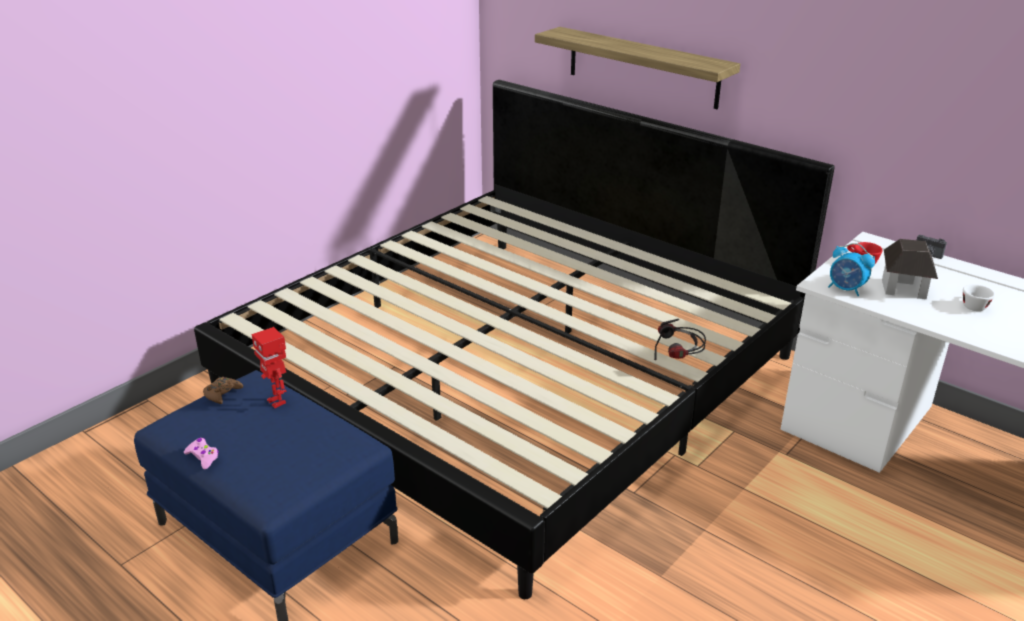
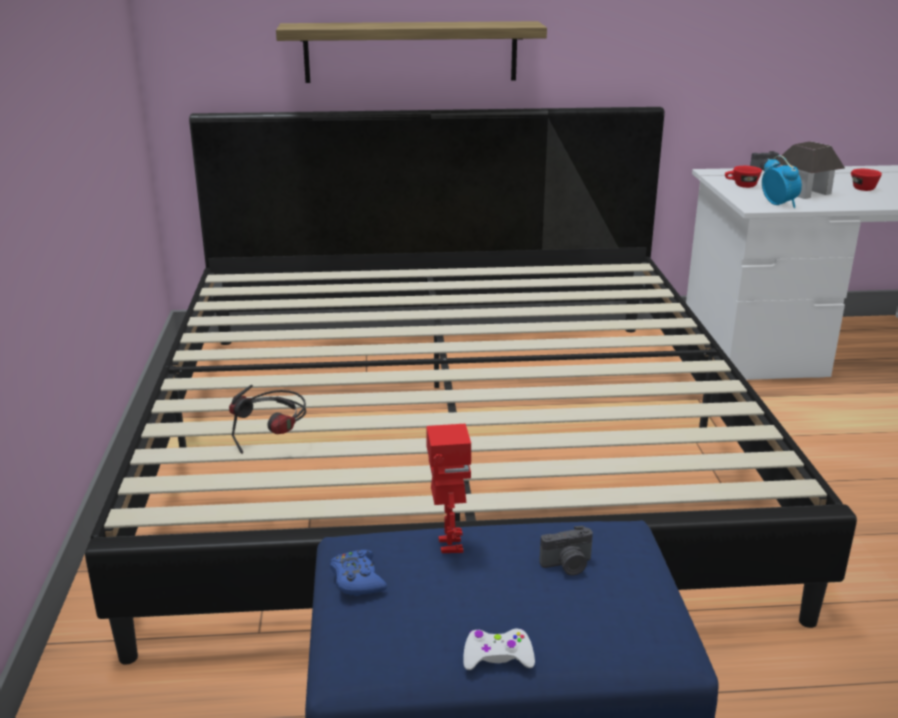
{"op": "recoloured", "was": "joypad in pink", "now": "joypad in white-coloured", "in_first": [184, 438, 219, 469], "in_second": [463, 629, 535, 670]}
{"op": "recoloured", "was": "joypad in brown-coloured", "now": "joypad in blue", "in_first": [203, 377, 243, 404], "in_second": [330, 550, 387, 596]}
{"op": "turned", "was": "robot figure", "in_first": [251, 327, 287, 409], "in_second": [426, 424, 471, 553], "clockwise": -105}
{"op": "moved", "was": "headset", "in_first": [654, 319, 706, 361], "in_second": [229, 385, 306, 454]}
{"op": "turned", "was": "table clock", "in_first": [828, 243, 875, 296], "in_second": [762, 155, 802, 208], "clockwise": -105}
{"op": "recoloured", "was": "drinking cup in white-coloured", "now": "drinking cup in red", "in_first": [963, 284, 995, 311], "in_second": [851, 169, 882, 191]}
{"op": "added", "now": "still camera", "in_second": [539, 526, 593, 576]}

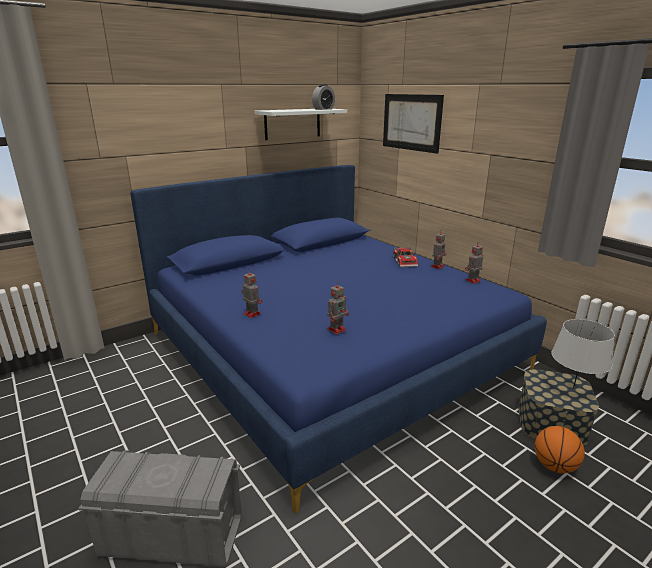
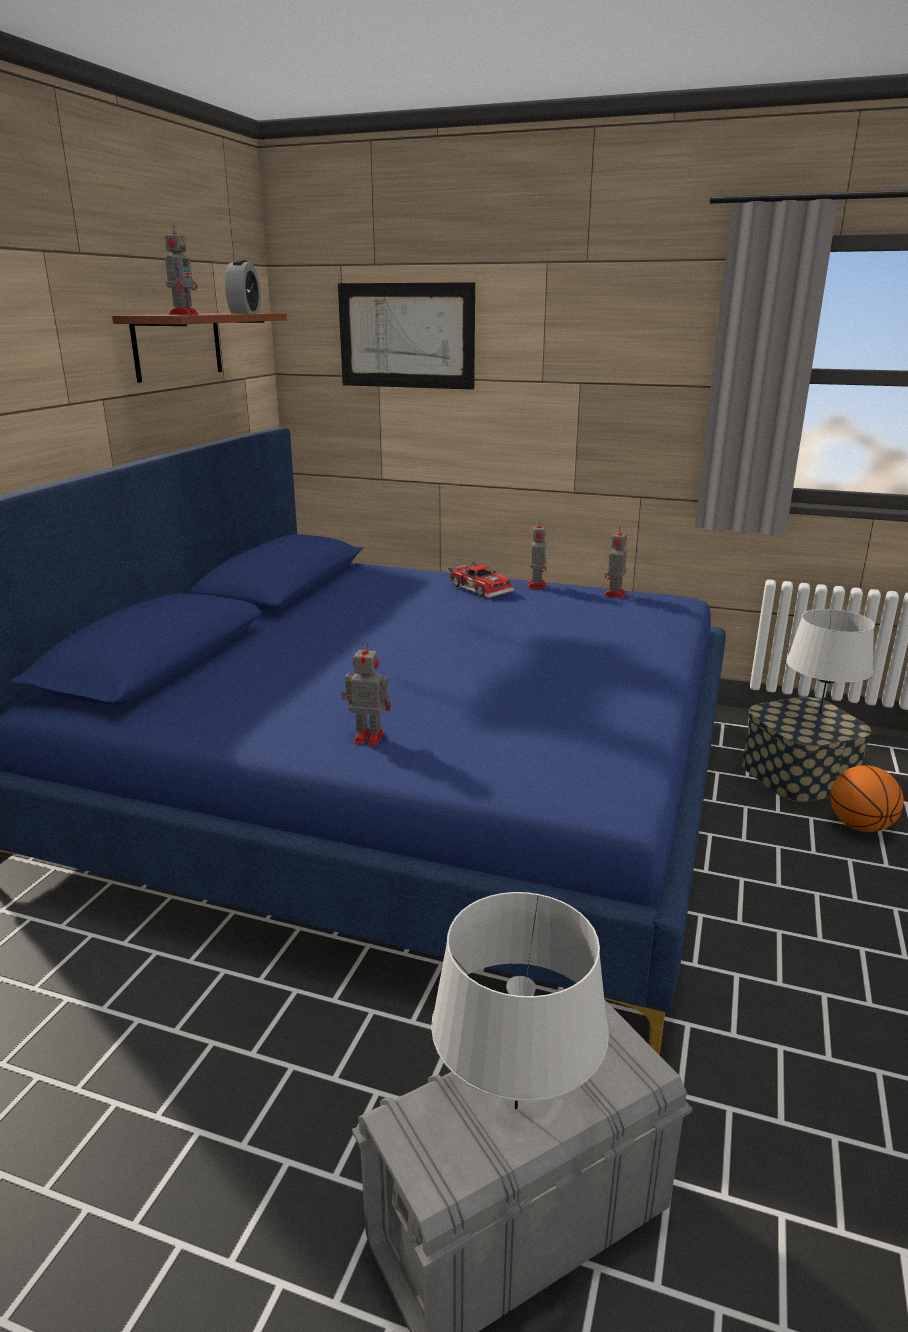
{"op": "recoloured", "was": "wall shelf in white-coloured", "now": "wall shelf in brown-coloured", "in_first": [254, 109, 347, 140], "in_second": [112, 313, 287, 383]}
{"op": "moved", "was": "robot figure", "in_first": [327, 281, 349, 335], "in_second": [165, 223, 198, 315]}
{"op": "added", "now": "lamp for a table in gray", "in_second": [431, 892, 609, 1109]}

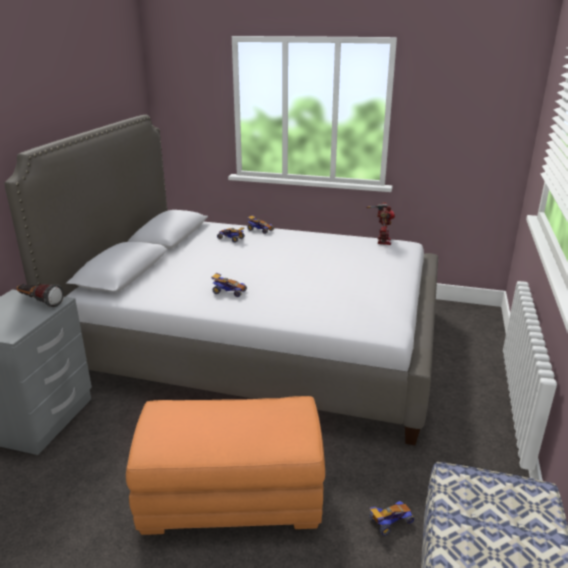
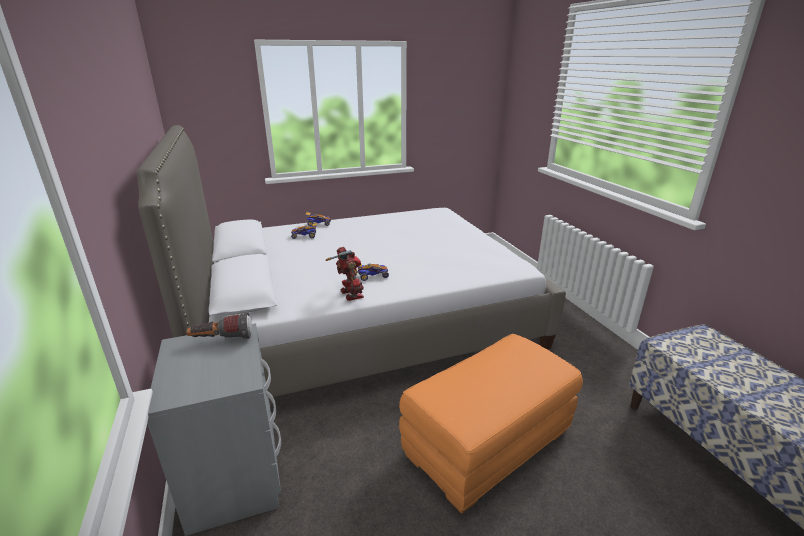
{"op": "moved", "was": "robot figure", "in_first": [367, 202, 395, 245], "in_second": [326, 247, 364, 301]}
{"op": "removed", "was": "miniature car", "in_first": [369, 501, 414, 536]}

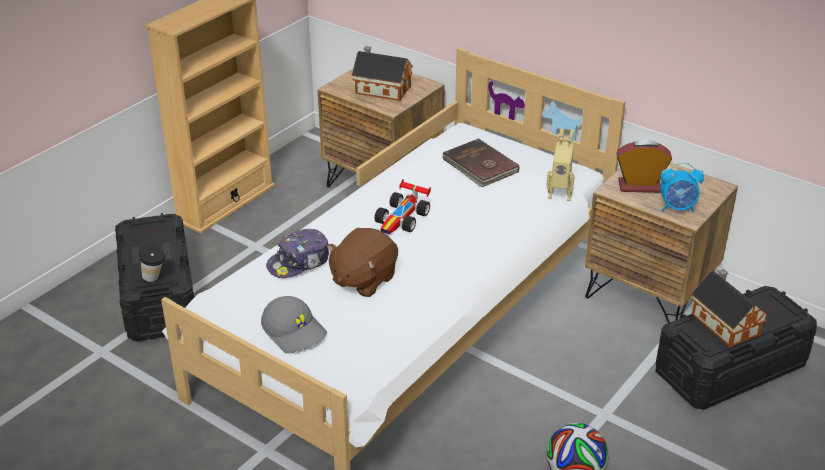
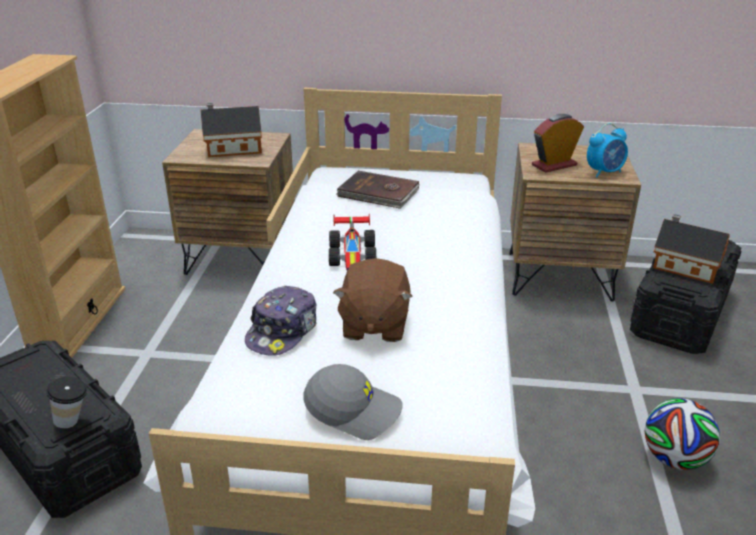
{"op": "removed", "was": "robot figure", "in_first": [546, 129, 575, 201]}

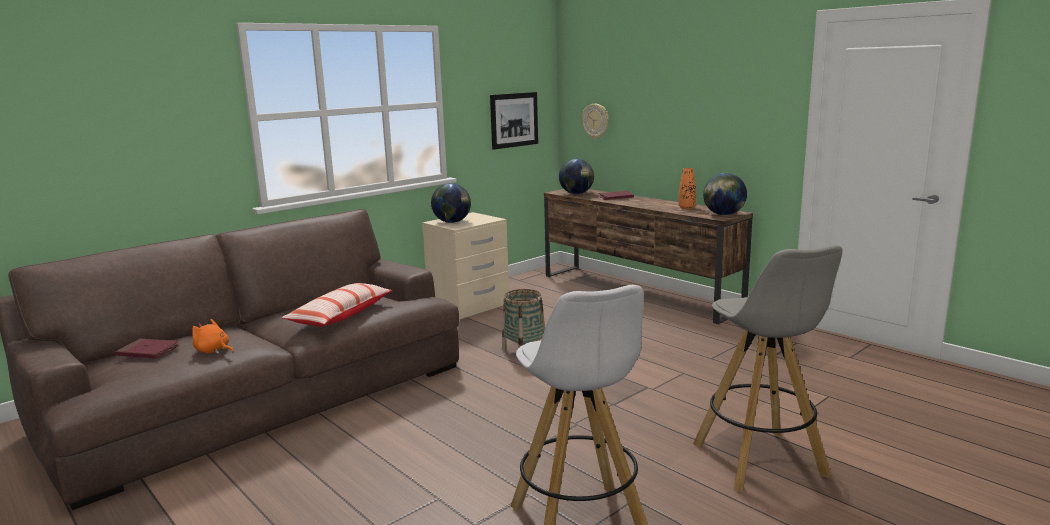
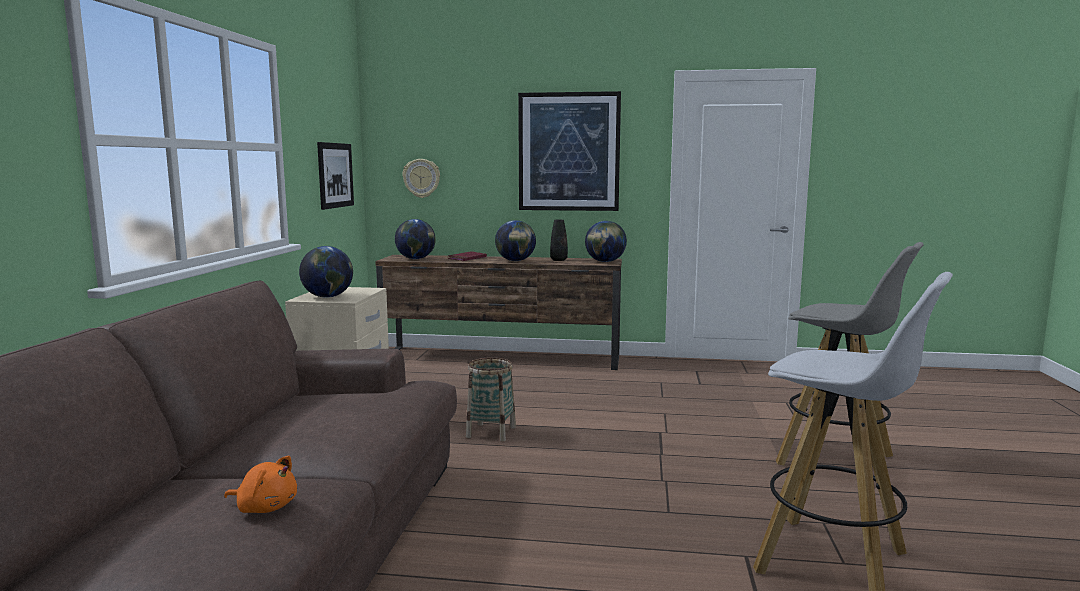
{"op": "removed", "was": "bound book in red", "in_first": [115, 338, 180, 359]}
{"op": "turned", "was": "cuddly toy in orange-coloured", "in_first": [192, 319, 234, 354], "in_second": [224, 456, 297, 513], "clockwise": -150}
{"op": "removed", "was": "throw pillow", "in_first": [282, 283, 392, 327]}
{"op": "recoloured", "was": "decorative vase in orange-coloured", "now": "decorative vase in black", "in_first": [678, 168, 696, 209], "in_second": [550, 220, 568, 261]}
{"op": "added", "now": "globe", "in_second": [495, 220, 536, 261]}
{"op": "added", "now": "wall picture", "in_second": [518, 91, 621, 211]}

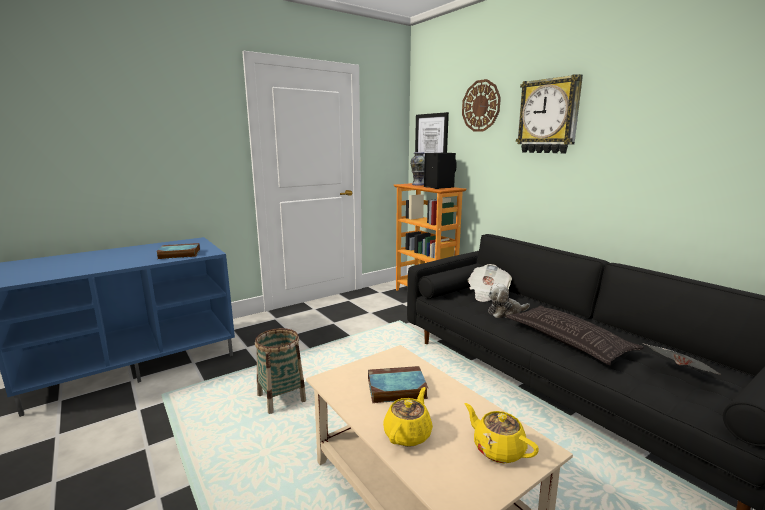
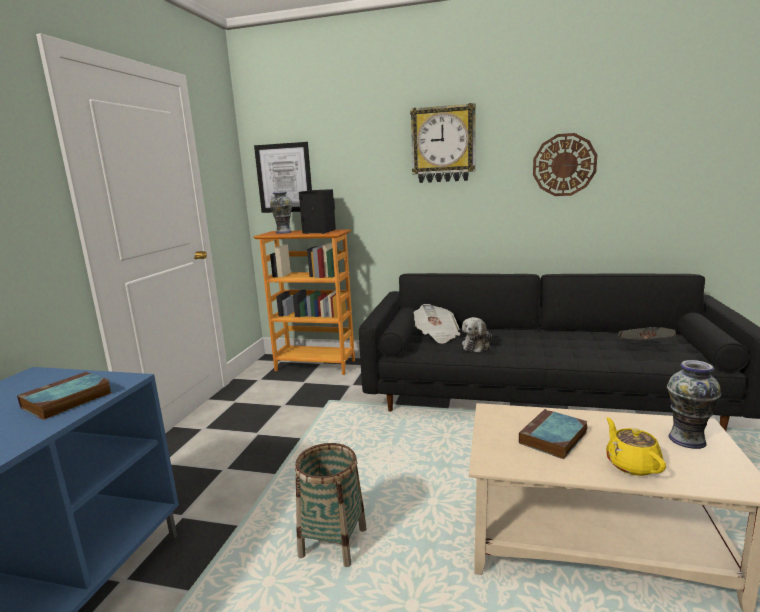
{"op": "moved", "was": "hanging clock", "in_first": [462, 79, 501, 132], "in_second": [533, 133, 597, 196]}
{"op": "replaced", "was": "teapot in yellow", "now": "decorative vase", "in_first": [465, 403, 539, 463], "in_second": [667, 360, 721, 449]}
{"op": "removed", "was": "throw pillow", "in_first": [506, 306, 644, 365]}

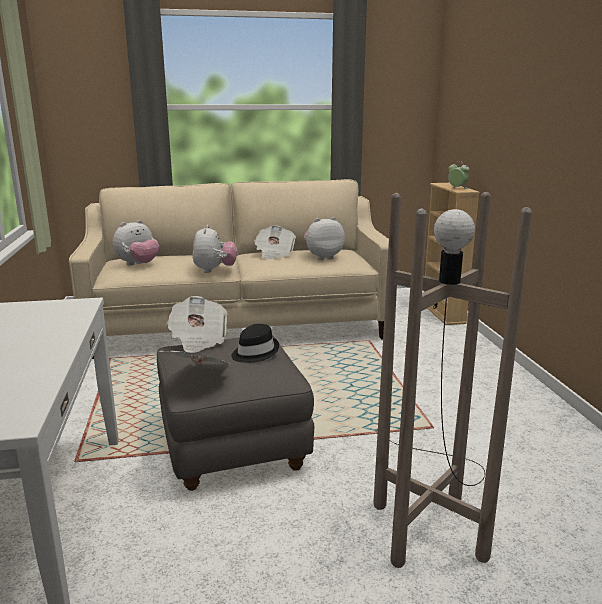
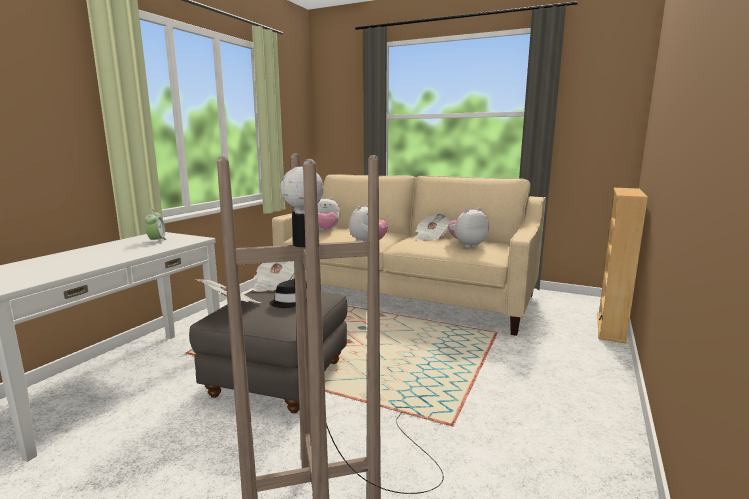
{"op": "turned", "was": "cuddly toy", "in_first": [304, 217, 345, 260], "in_second": [448, 208, 489, 248], "clockwise": -45}
{"op": "moved", "was": "table clock", "in_first": [448, 161, 469, 189], "in_second": [145, 209, 167, 244]}

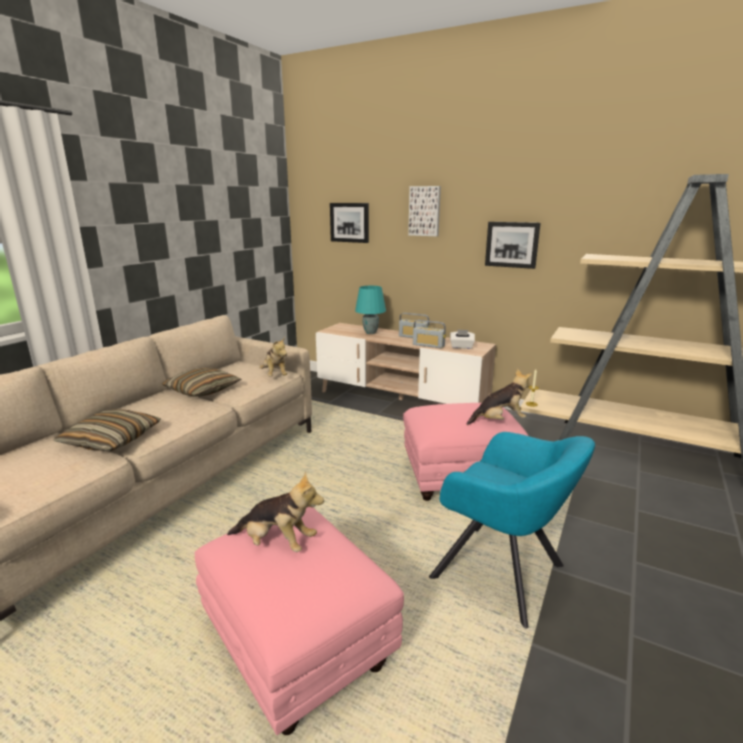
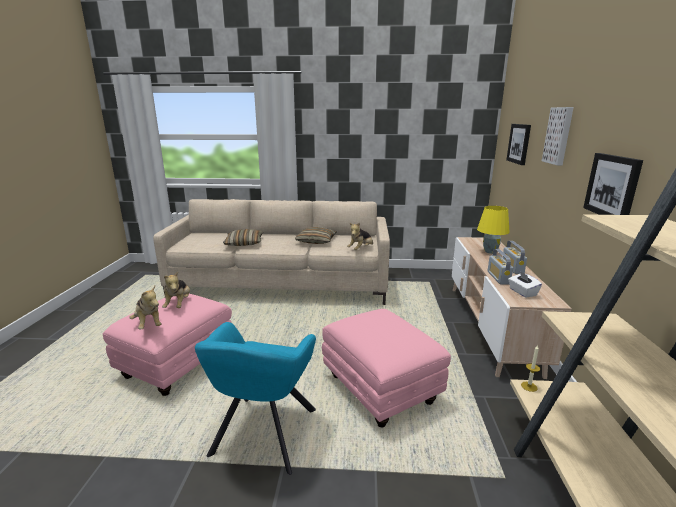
{"op": "recoloured", "was": "lamp for a table in turquoise", "now": "lamp for a table in yellow", "in_first": [355, 286, 386, 334], "in_second": [477, 206, 510, 254]}
{"op": "moved", "was": "cuddly toy", "in_first": [467, 369, 532, 425], "in_second": [129, 286, 162, 330]}

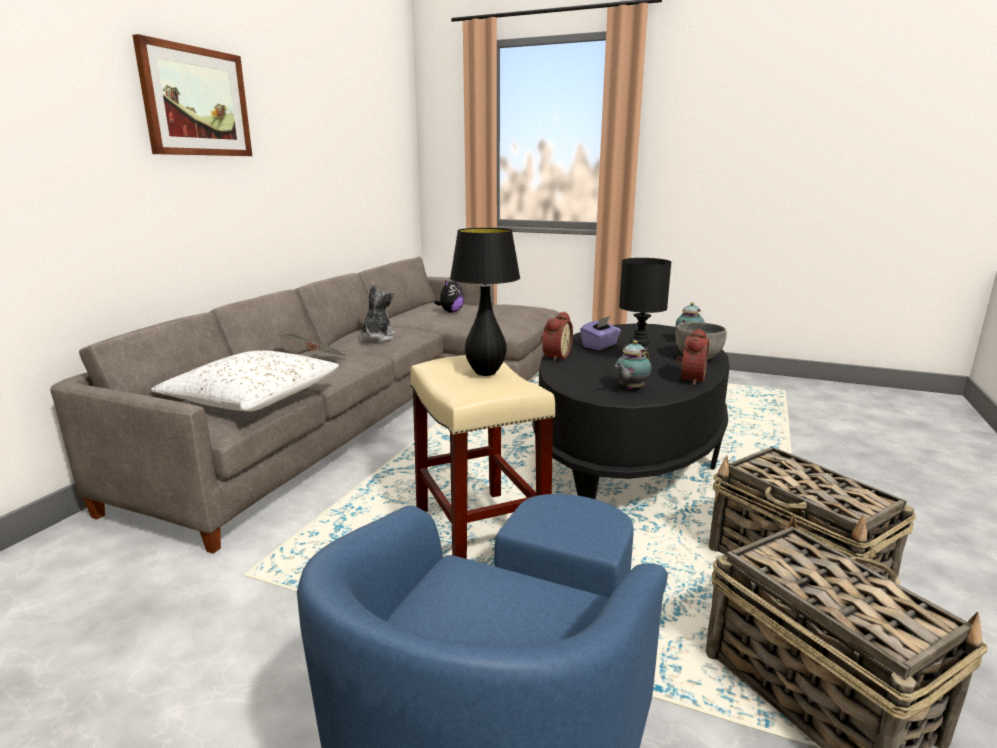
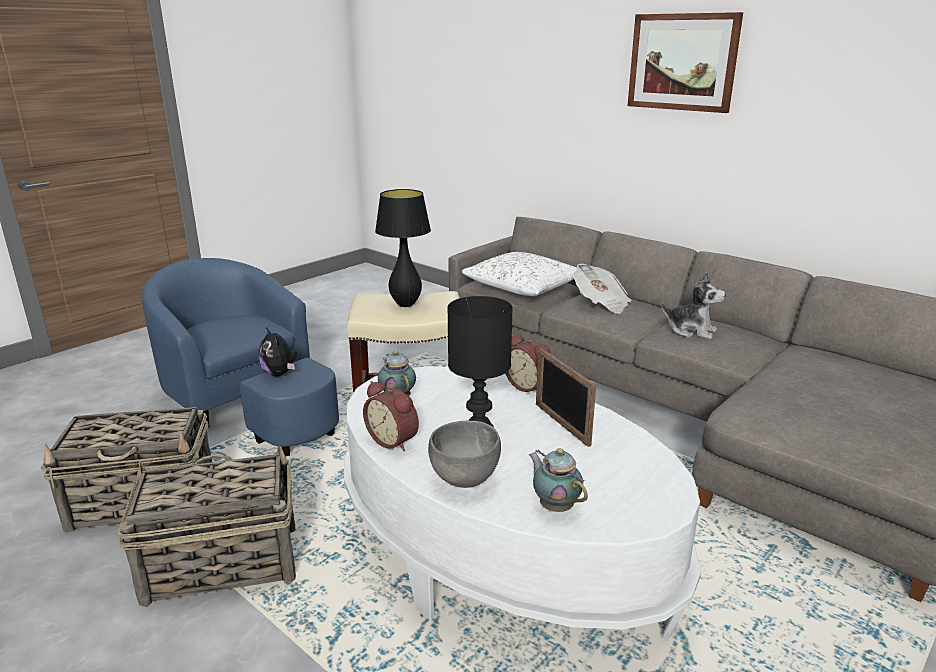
{"op": "moved", "was": "cuddly toy", "in_first": [434, 281, 464, 313], "in_second": [258, 327, 297, 377]}
{"op": "recoloured", "was": "coffee table in black", "now": "coffee table in white-coloured", "in_first": [533, 323, 730, 499], "in_second": [344, 366, 701, 640]}
{"op": "replaced", "was": "box of tissues in purplish", "now": "photo frame", "in_first": [580, 316, 621, 350], "in_second": [536, 348, 596, 447]}

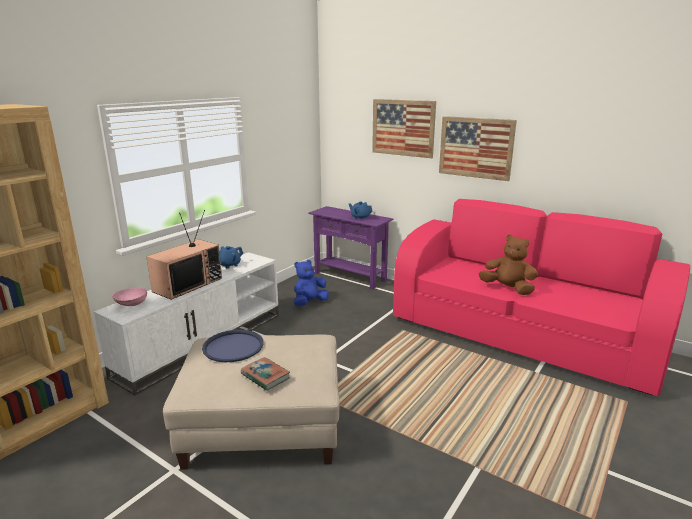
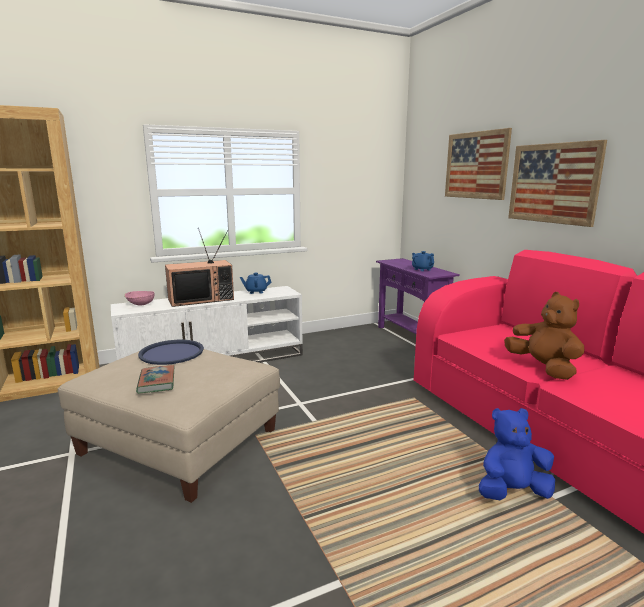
{"op": "moved", "was": "cuddly toy in blue", "in_first": [294, 260, 329, 306], "in_second": [479, 408, 555, 500]}

